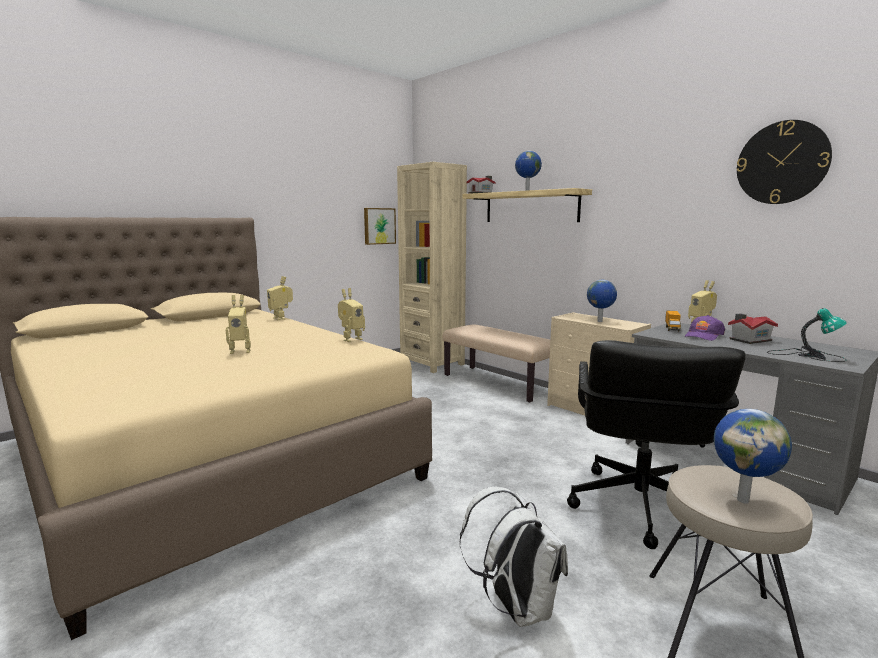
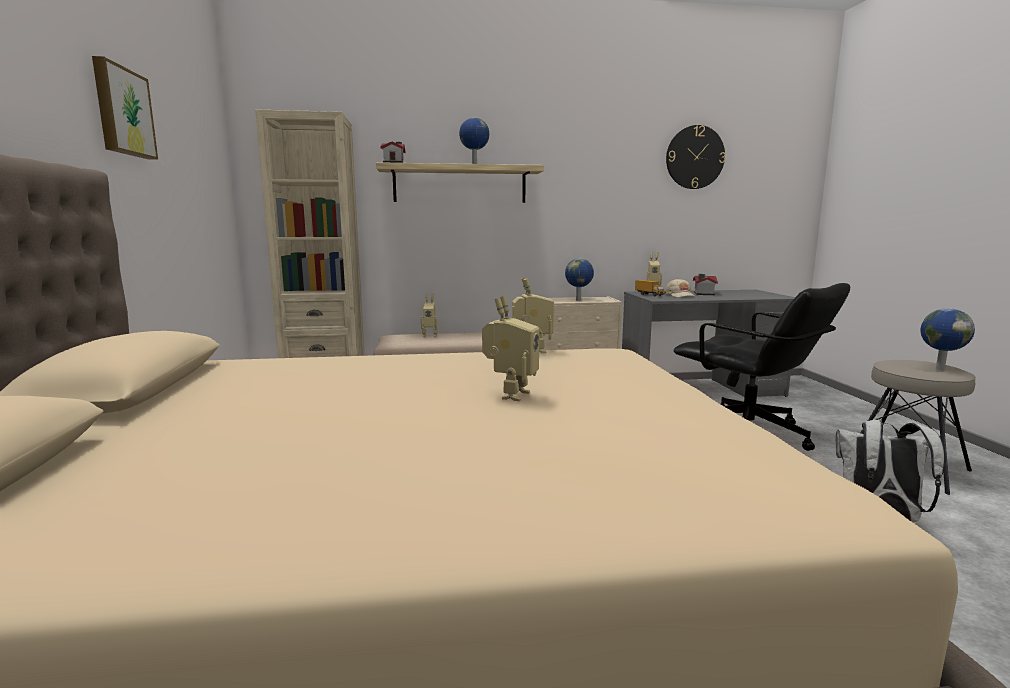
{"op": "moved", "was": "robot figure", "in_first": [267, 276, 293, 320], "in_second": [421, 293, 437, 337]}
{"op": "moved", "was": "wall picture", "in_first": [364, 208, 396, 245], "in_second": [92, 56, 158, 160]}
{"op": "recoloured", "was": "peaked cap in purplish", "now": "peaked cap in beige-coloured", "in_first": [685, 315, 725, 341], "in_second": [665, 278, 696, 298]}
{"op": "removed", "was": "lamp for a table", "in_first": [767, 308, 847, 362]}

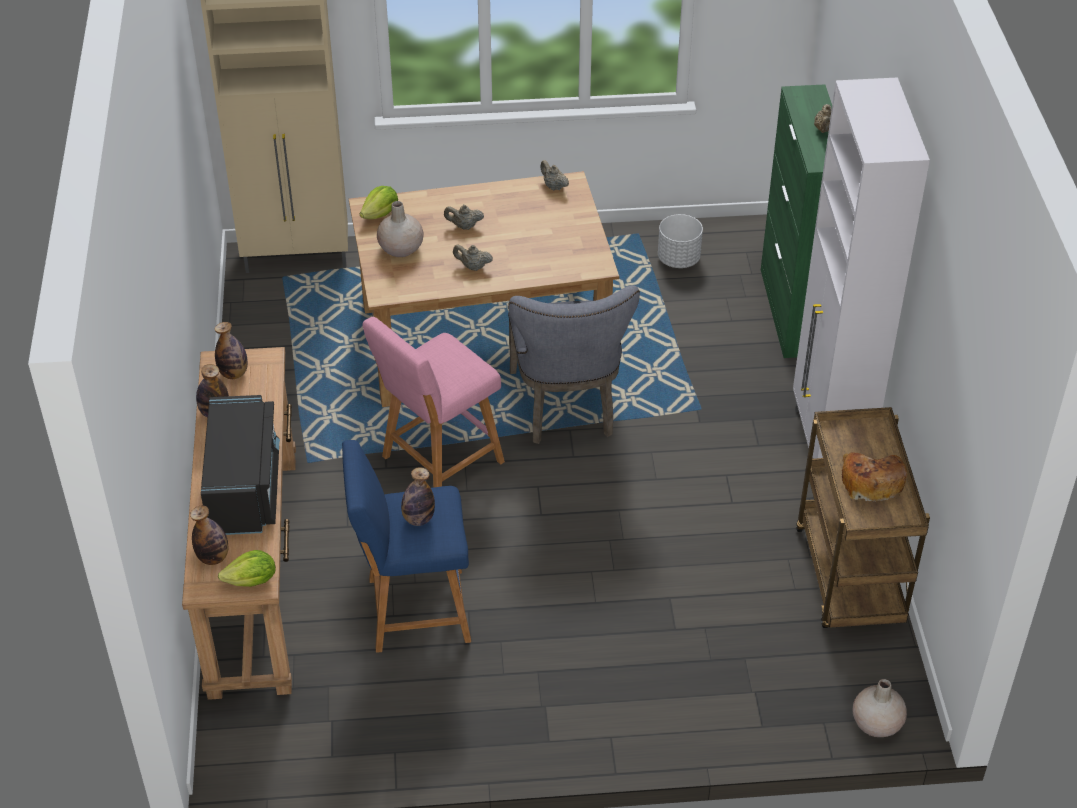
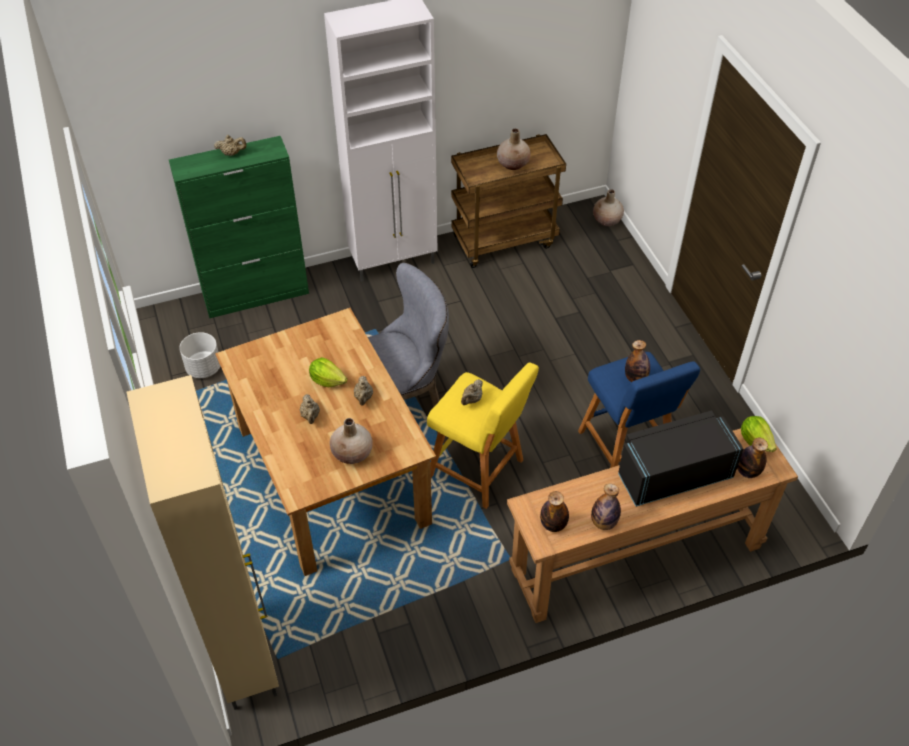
{"op": "moved", "was": "lettuce", "in_first": [360, 186, 398, 219], "in_second": [309, 357, 347, 387]}
{"op": "recoloured", "was": "stool seat in pink", "now": "stool seat in yellow", "in_first": [362, 317, 505, 488], "in_second": [427, 363, 539, 509]}
{"op": "moved", "was": "teapot in beige-coloured", "in_first": [540, 160, 569, 191], "in_second": [461, 379, 483, 405]}
{"op": "replaced", "was": "bakery bread", "now": "decorative vase in beige-coloured", "in_first": [842, 452, 907, 502], "in_second": [497, 128, 530, 170]}

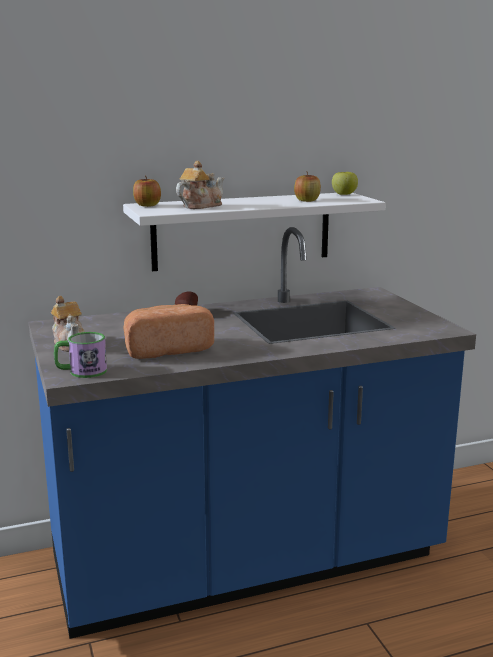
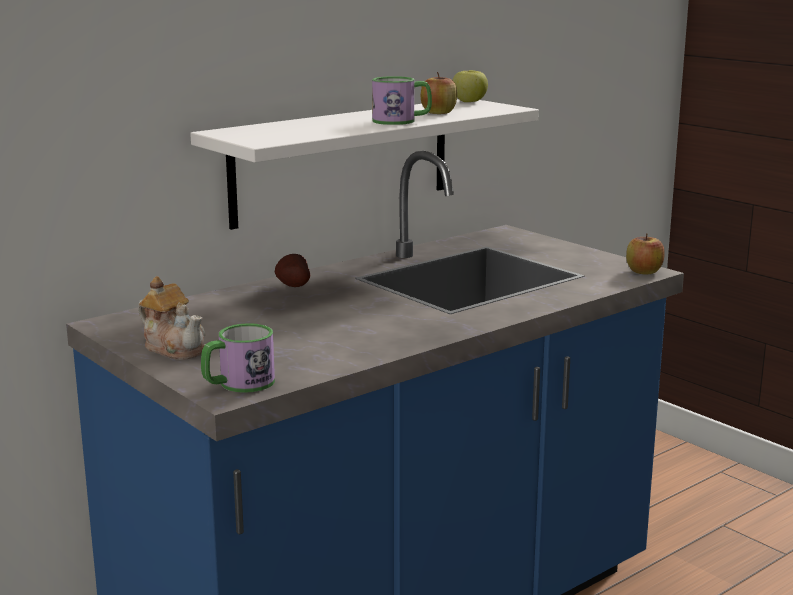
{"op": "removed", "was": "bakery bread", "in_first": [124, 304, 214, 359]}
{"op": "moved", "was": "whole apple", "in_first": [133, 175, 161, 207], "in_second": [626, 233, 665, 274]}
{"op": "removed", "was": "teapot", "in_first": [176, 161, 225, 209]}
{"op": "added", "now": "mug", "in_second": [372, 76, 432, 125]}

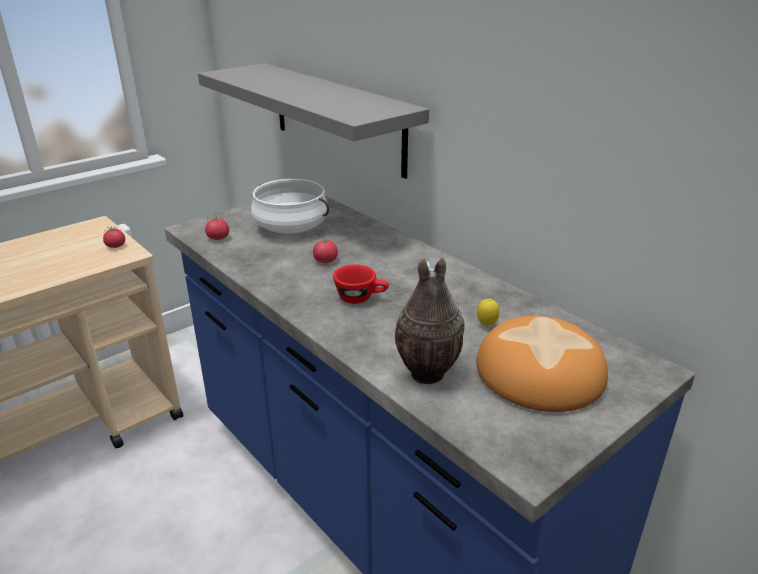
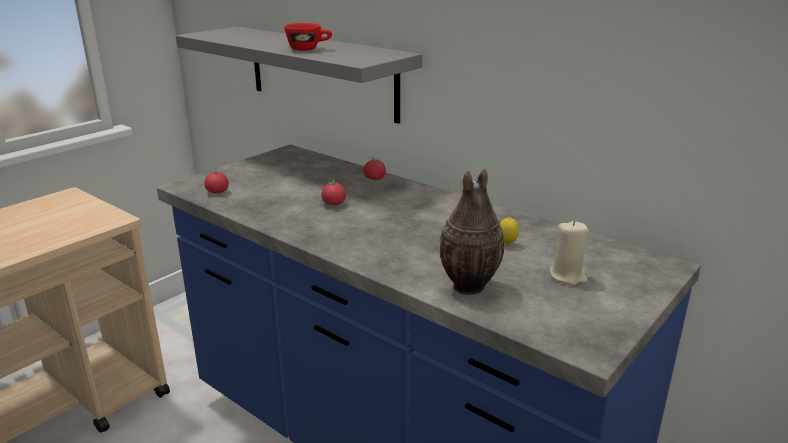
{"op": "moved", "was": "fresh tomato", "in_first": [103, 226, 125, 248], "in_second": [364, 156, 386, 180]}
{"op": "removed", "was": "saucepot in white-coloured", "in_first": [251, 179, 329, 233]}
{"op": "moved", "was": "drinking cup in red", "in_first": [333, 264, 389, 304], "in_second": [284, 23, 332, 51]}
{"op": "replaced", "was": "bakery bread", "now": "wax light in beige-coloured", "in_first": [476, 316, 608, 412], "in_second": [549, 220, 589, 285]}

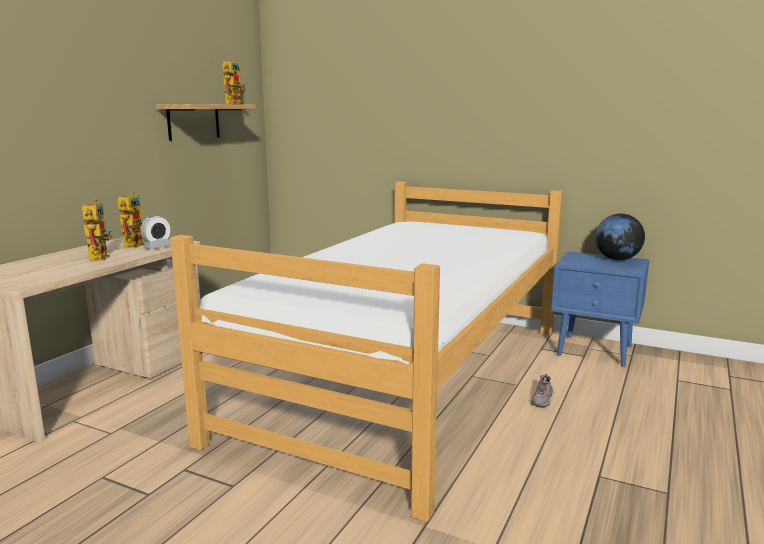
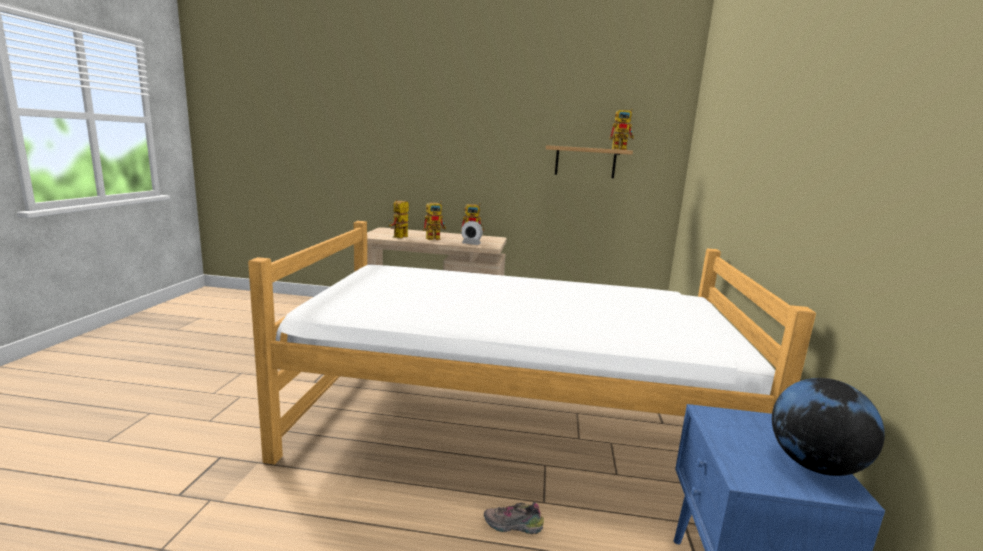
{"op": "added", "now": "robot figure", "in_second": [389, 200, 409, 238]}

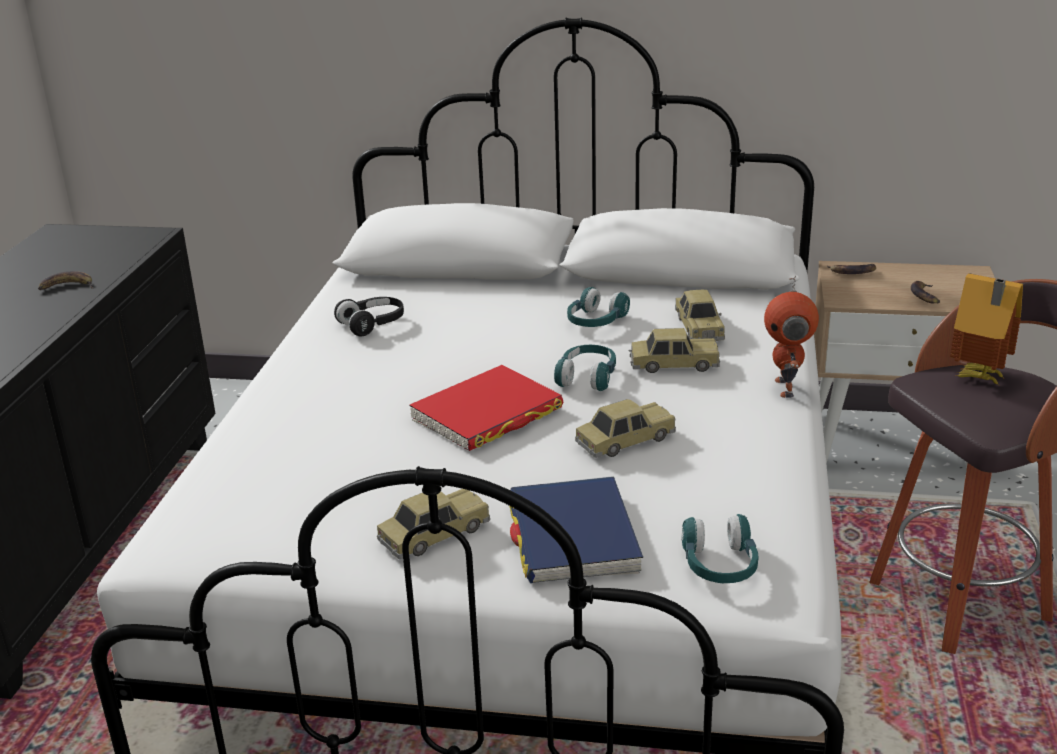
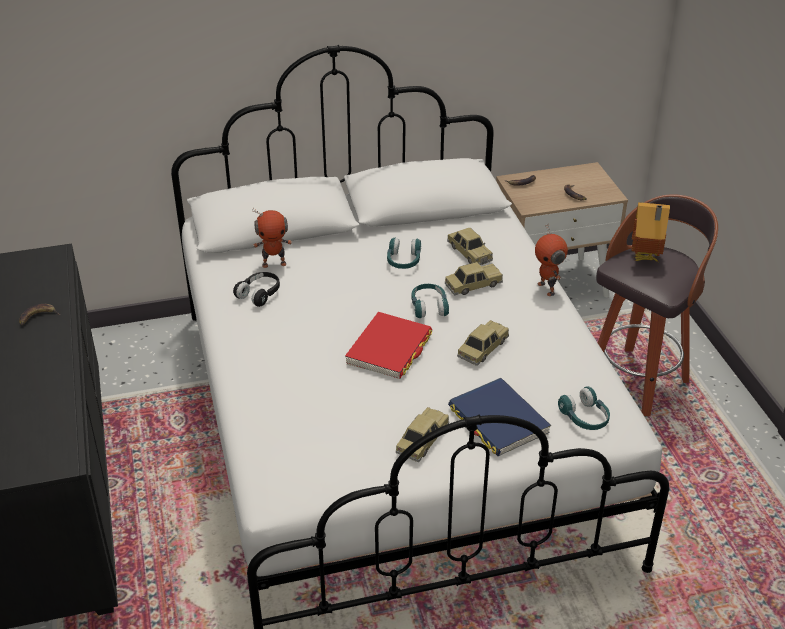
{"op": "added", "now": "robot figure", "in_second": [252, 208, 292, 268]}

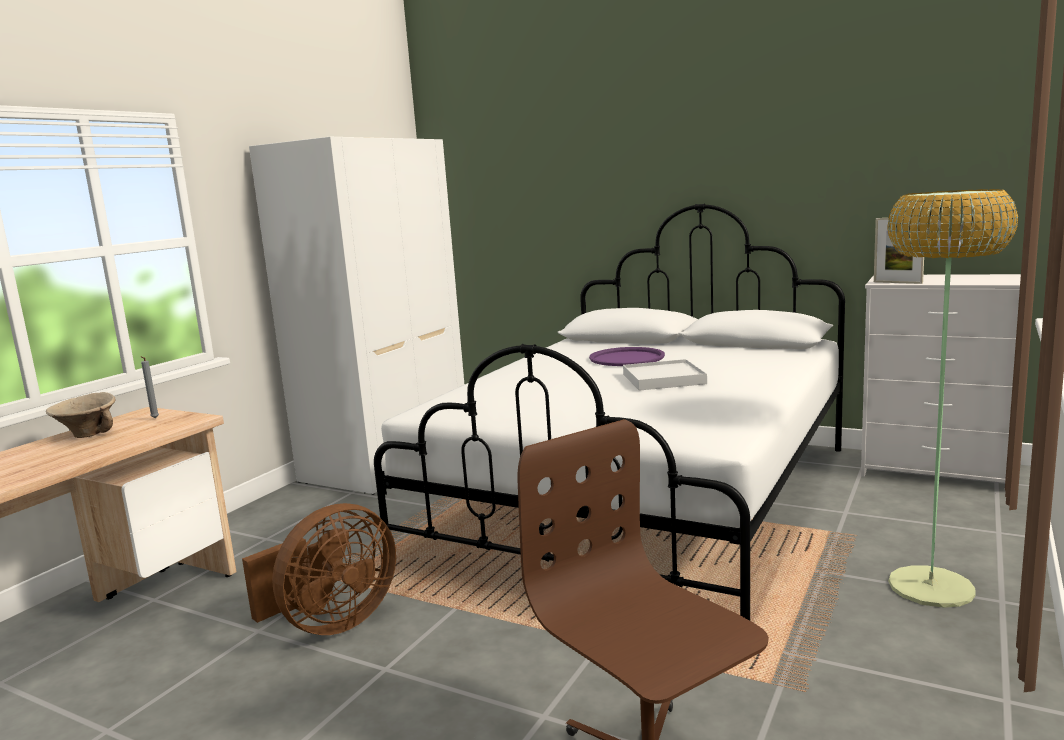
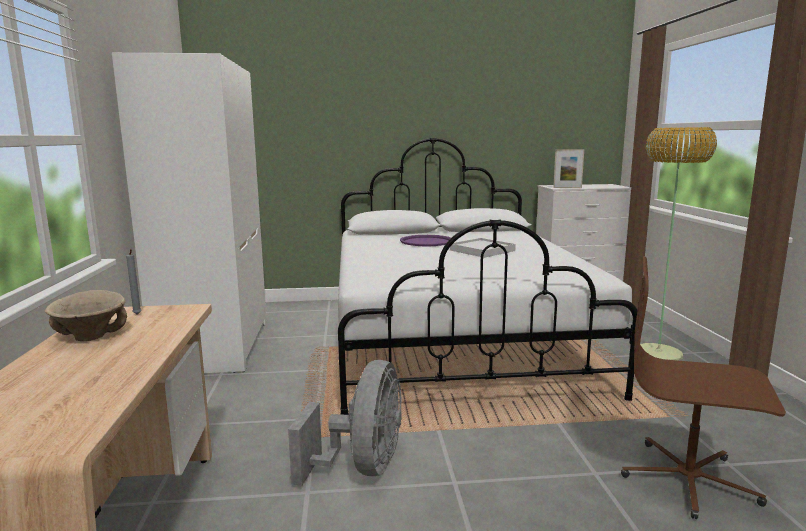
{"op": "recoloured", "was": "fan in brown-coloured", "now": "fan in gray", "in_first": [242, 503, 396, 635], "in_second": [288, 360, 402, 486]}

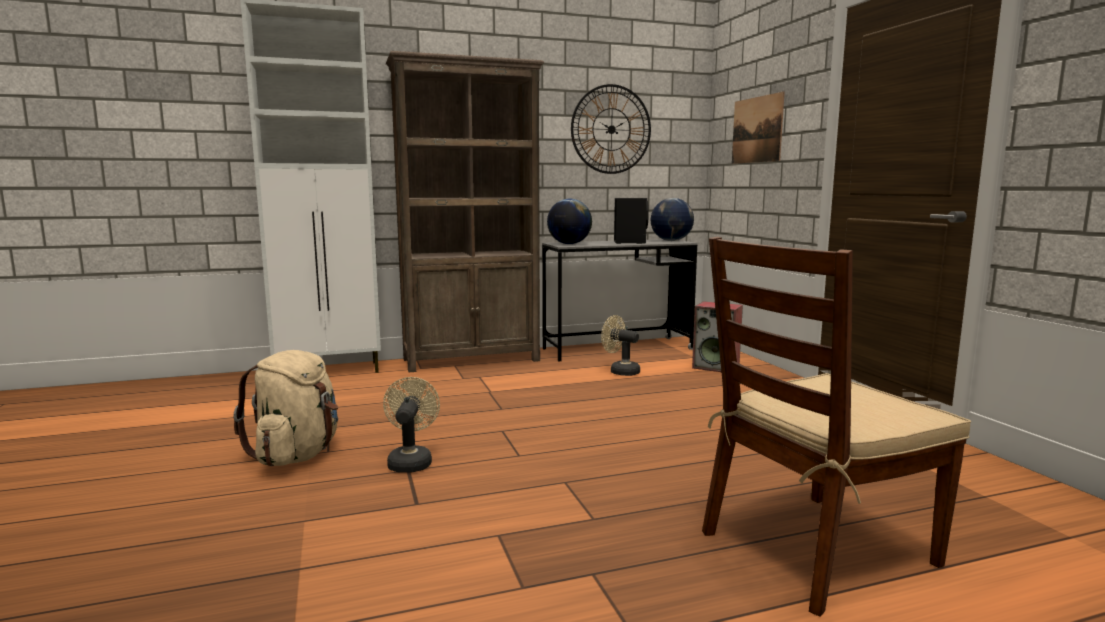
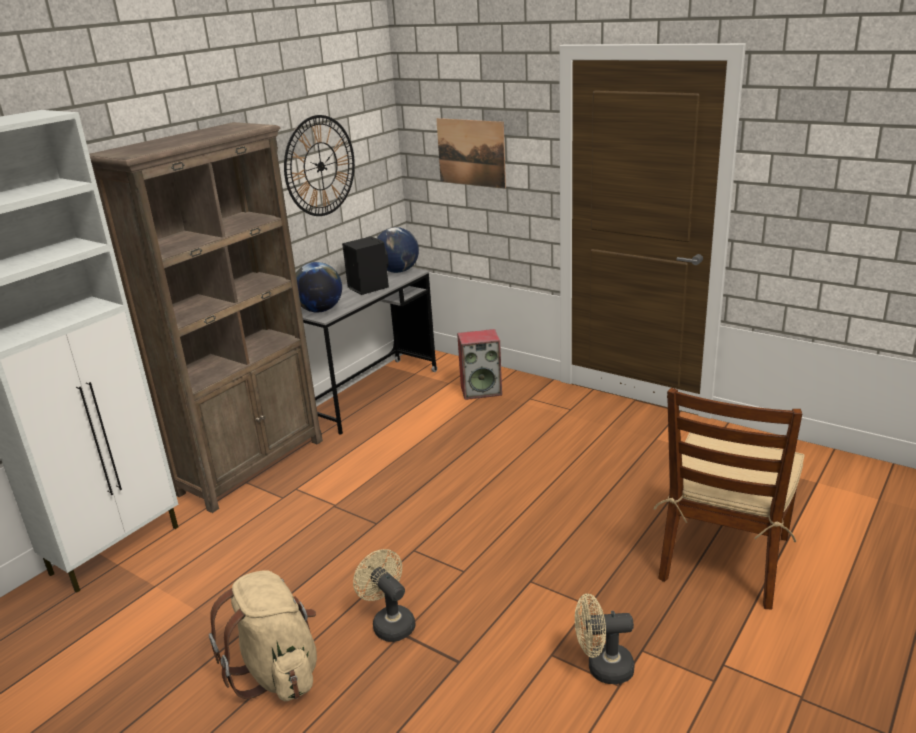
{"op": "moved", "was": "fan in beige-coloured", "in_first": [601, 315, 640, 376], "in_second": [575, 594, 635, 684]}

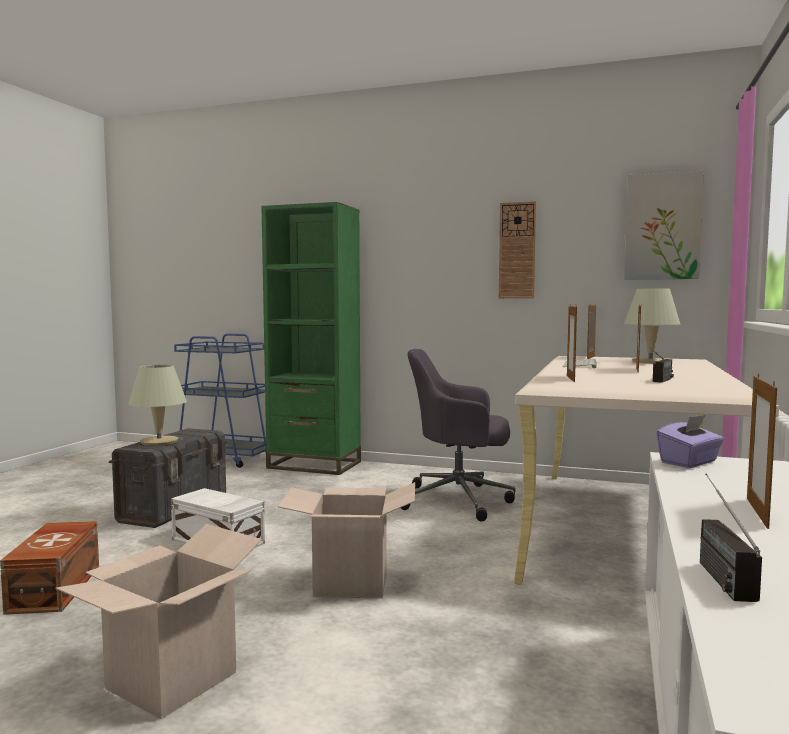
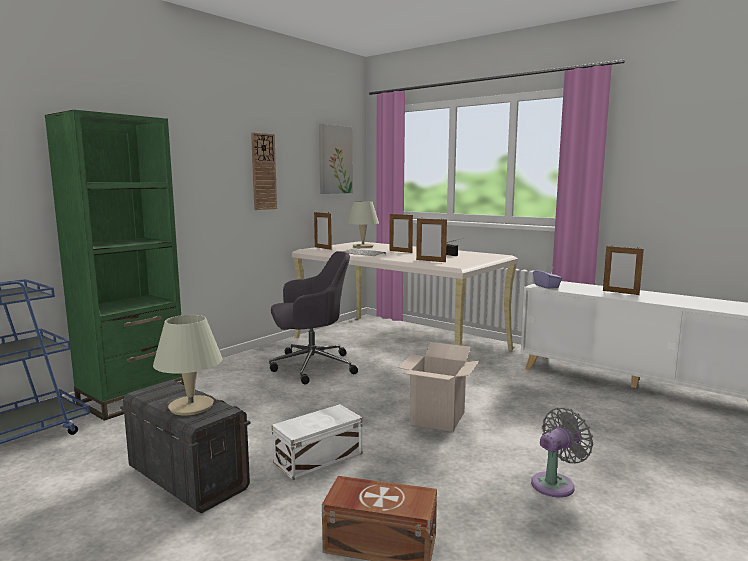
{"op": "replaced", "was": "cardboard box", "now": "fan in gray", "in_first": [56, 524, 262, 719], "in_second": [531, 408, 593, 497]}
{"op": "turned", "was": "office chair in gray", "in_first": [401, 349, 516, 522], "in_second": [269, 251, 358, 384], "clockwise": -135}
{"op": "removed", "was": "radio", "in_first": [700, 473, 762, 602]}

